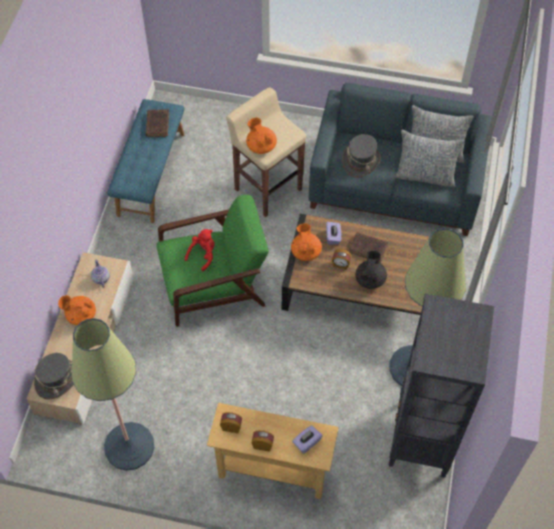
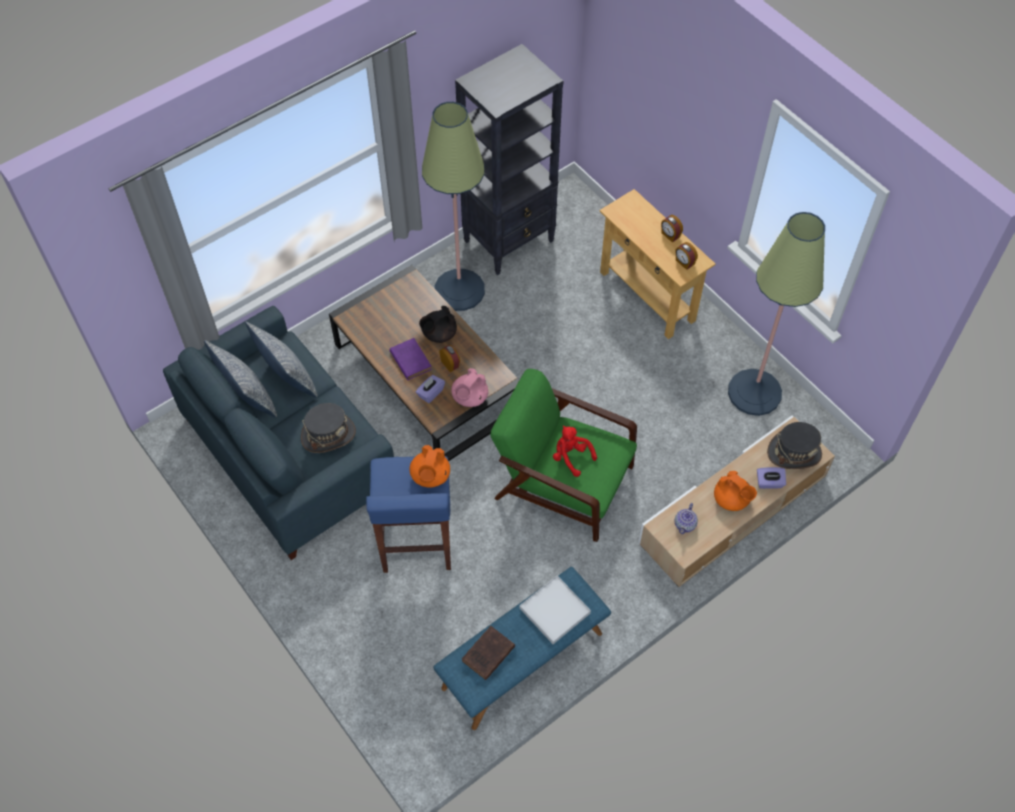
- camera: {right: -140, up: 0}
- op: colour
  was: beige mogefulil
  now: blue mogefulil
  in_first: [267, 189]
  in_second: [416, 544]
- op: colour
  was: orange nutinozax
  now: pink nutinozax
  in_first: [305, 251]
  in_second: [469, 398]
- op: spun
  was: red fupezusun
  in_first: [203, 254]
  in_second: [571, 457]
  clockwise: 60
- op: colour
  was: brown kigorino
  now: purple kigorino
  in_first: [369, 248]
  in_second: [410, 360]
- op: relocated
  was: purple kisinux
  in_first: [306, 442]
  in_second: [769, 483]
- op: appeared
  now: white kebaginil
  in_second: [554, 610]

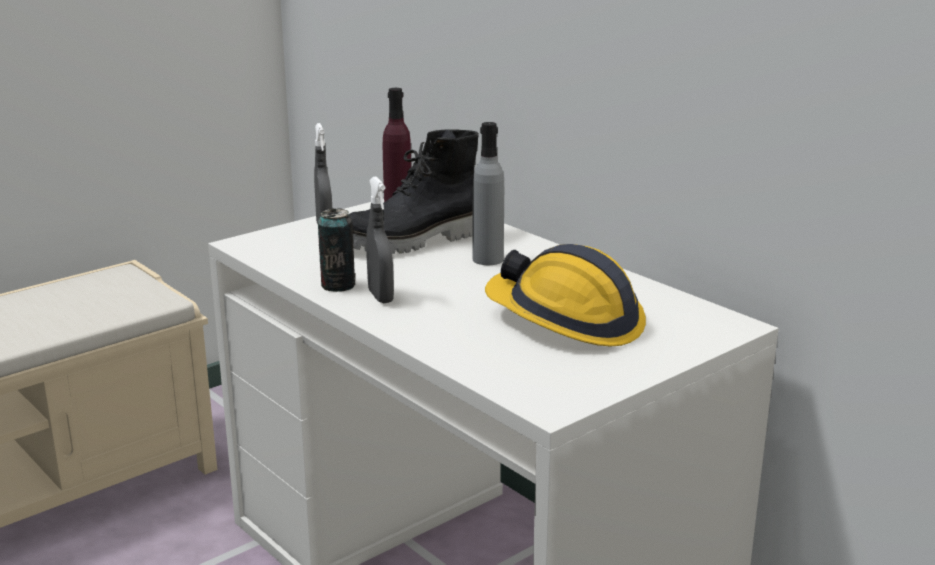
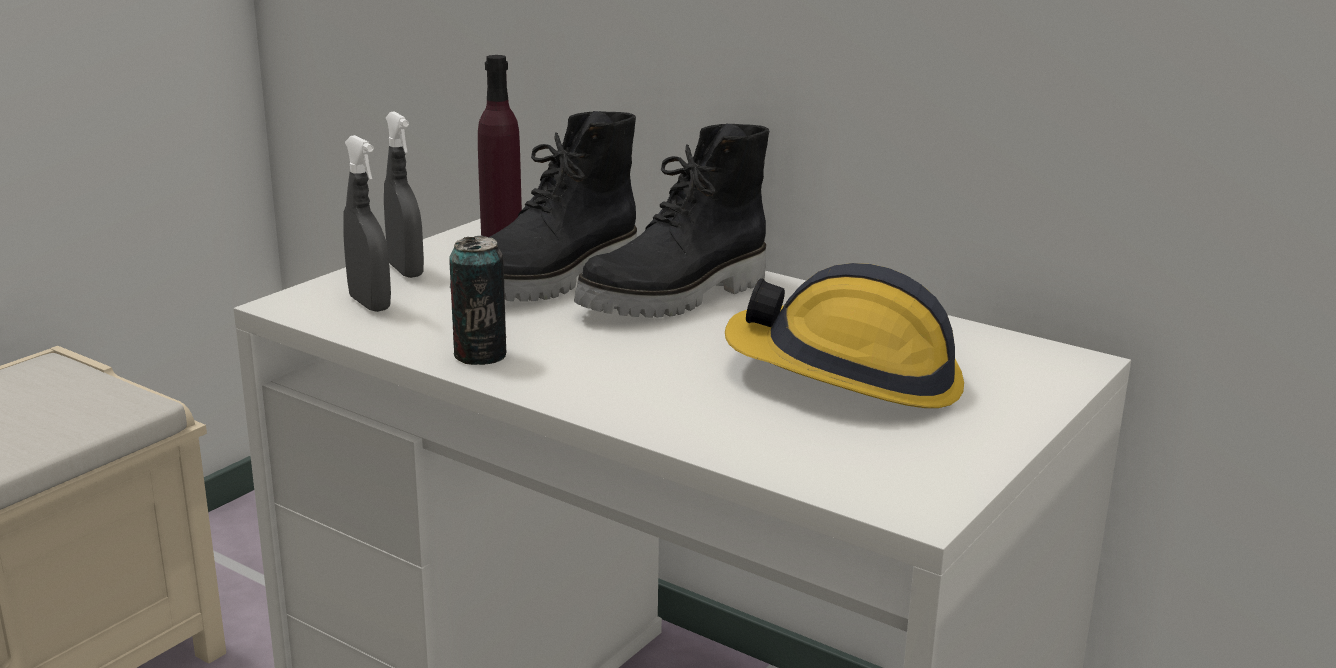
- camera: {right: -15, up: 0}
- op: exchanged
  was: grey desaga
  now: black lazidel
  in_first: [488, 259]
  in_second: [676, 298]
- op: relocated
  was: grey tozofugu
  in_first: [380, 296]
  in_second: [370, 304]

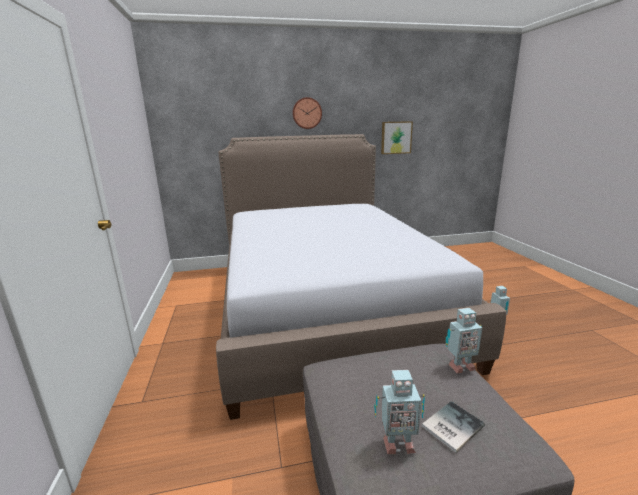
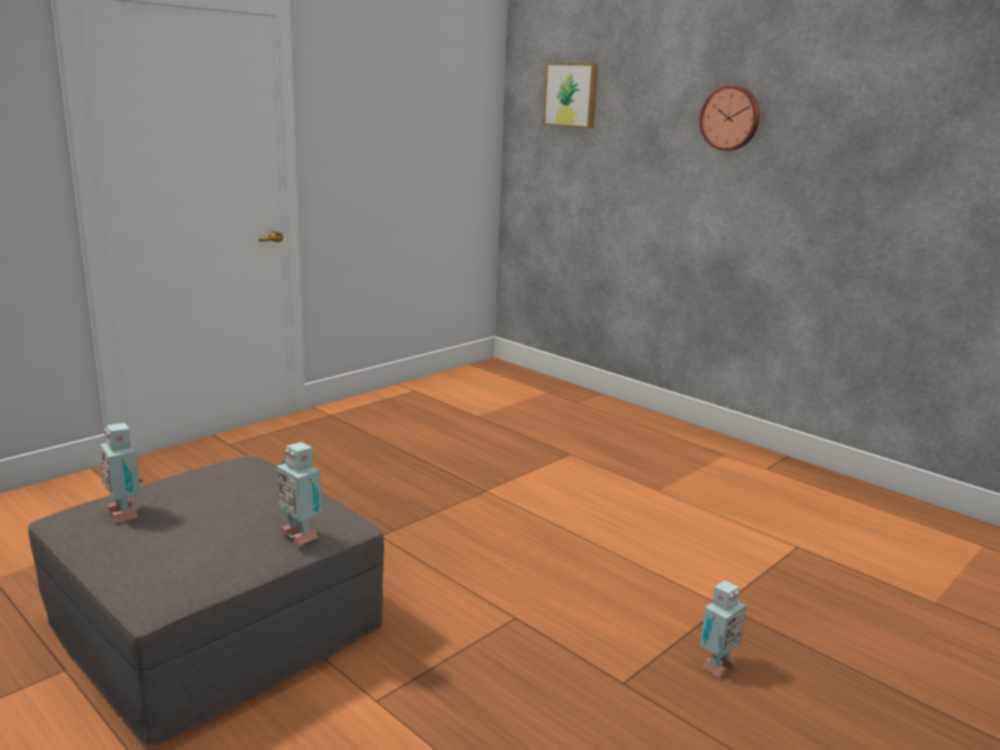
- camera: {right: 55, up: 0}
- op: relocated
  was: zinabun
  in_first: [396, 137]
  in_second: [572, 95]
- op: missing
  was: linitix
  in_first: [326, 305]
- op: missing
  was: kigorino
  in_first: [450, 426]

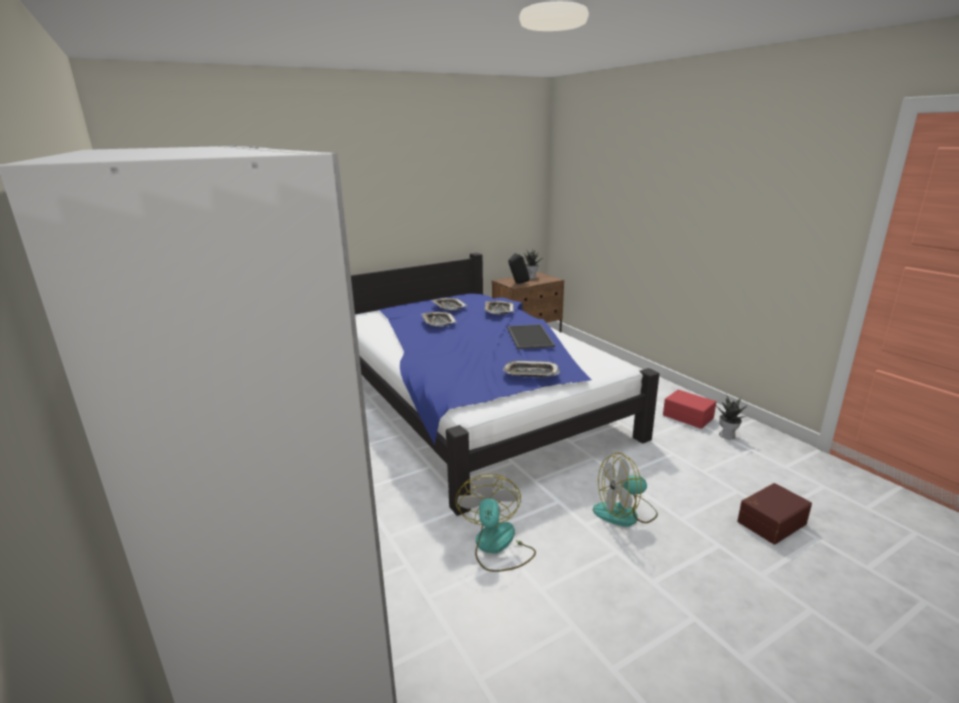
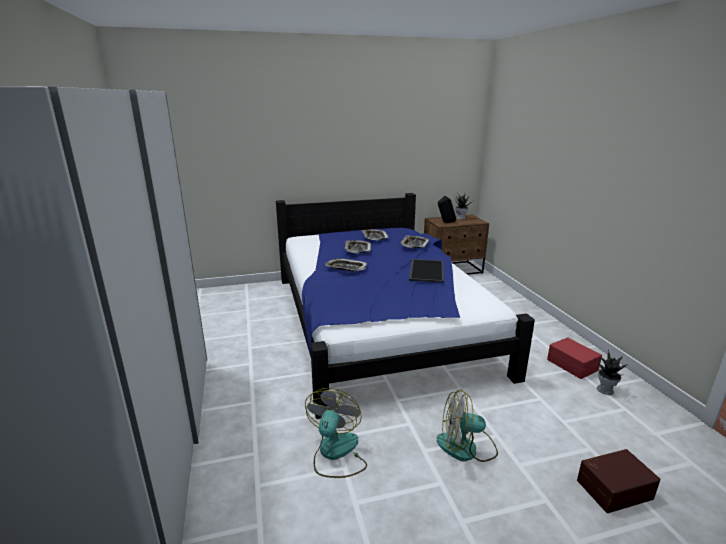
- camera: {right: 15, up: 0}
- op: relocated
  was: kebaginil
  in_first: [530, 373]
  in_second: [346, 268]

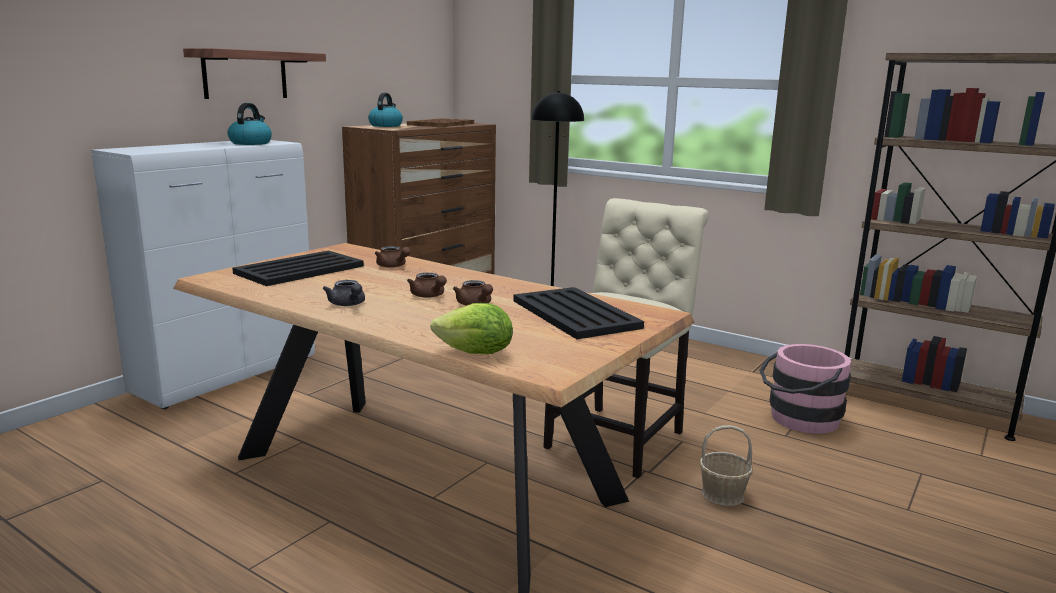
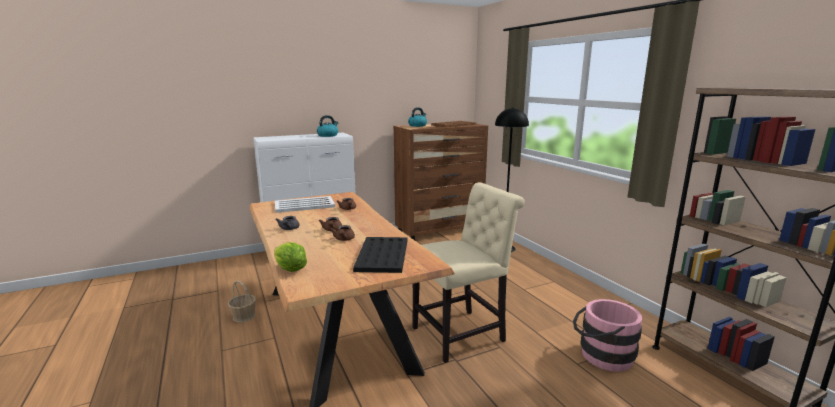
- camera: {right: 30, up: 0}
- op: missing
  was: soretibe
  in_first: [245, 74]
- op: colour
  was: black kebaginil
  now: white kebaginil
  in_first: [298, 270]
  in_second: [304, 205]
- op: relocated
  was: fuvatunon
  in_first: [723, 494]
  in_second: [244, 316]

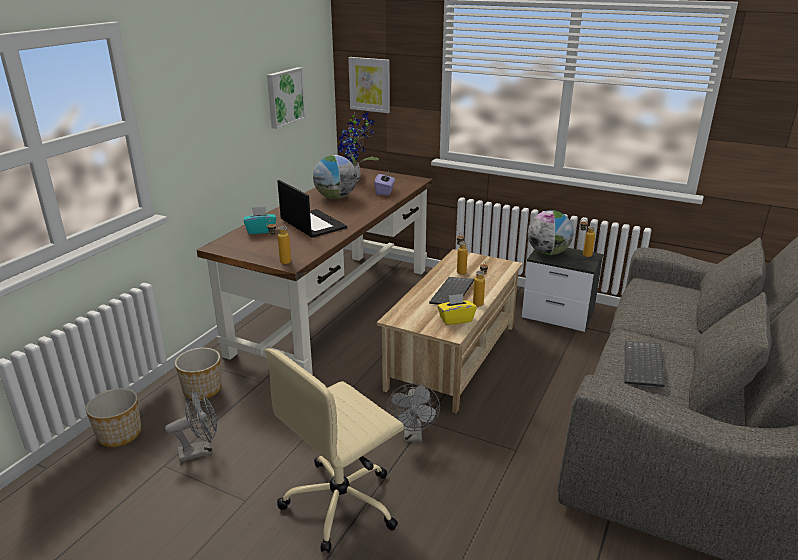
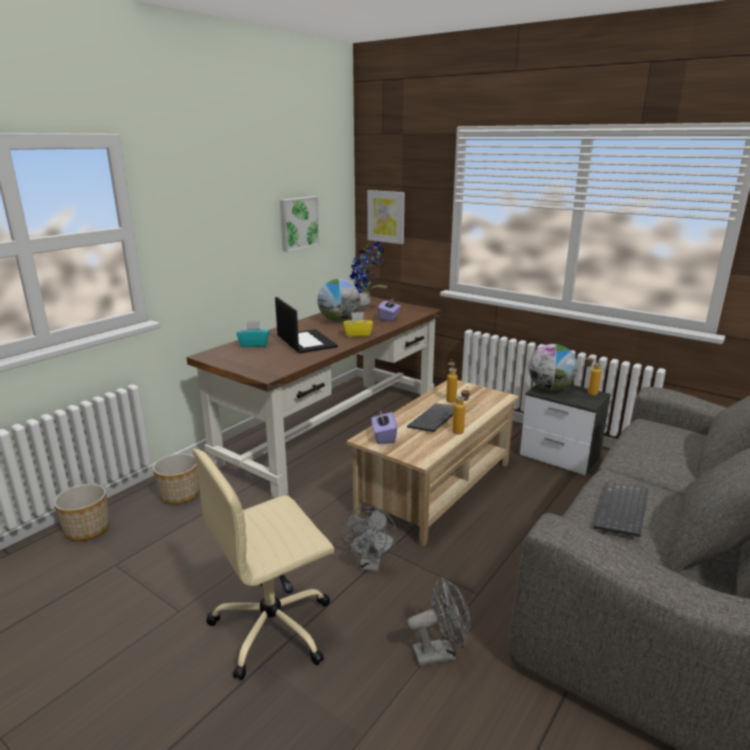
- camera: {right: 10, up: -5}
- op: missing
  was: desaga
  in_first: [280, 262]
- op: relocated
  was: yellow kisinux
  in_first: [456, 319]
  in_second: [357, 334]
- op: relocated
  was: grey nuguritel
  in_first: [200, 451]
  in_second: [440, 653]
- op: appeared
  now: purple kisinux
  in_second: [383, 437]

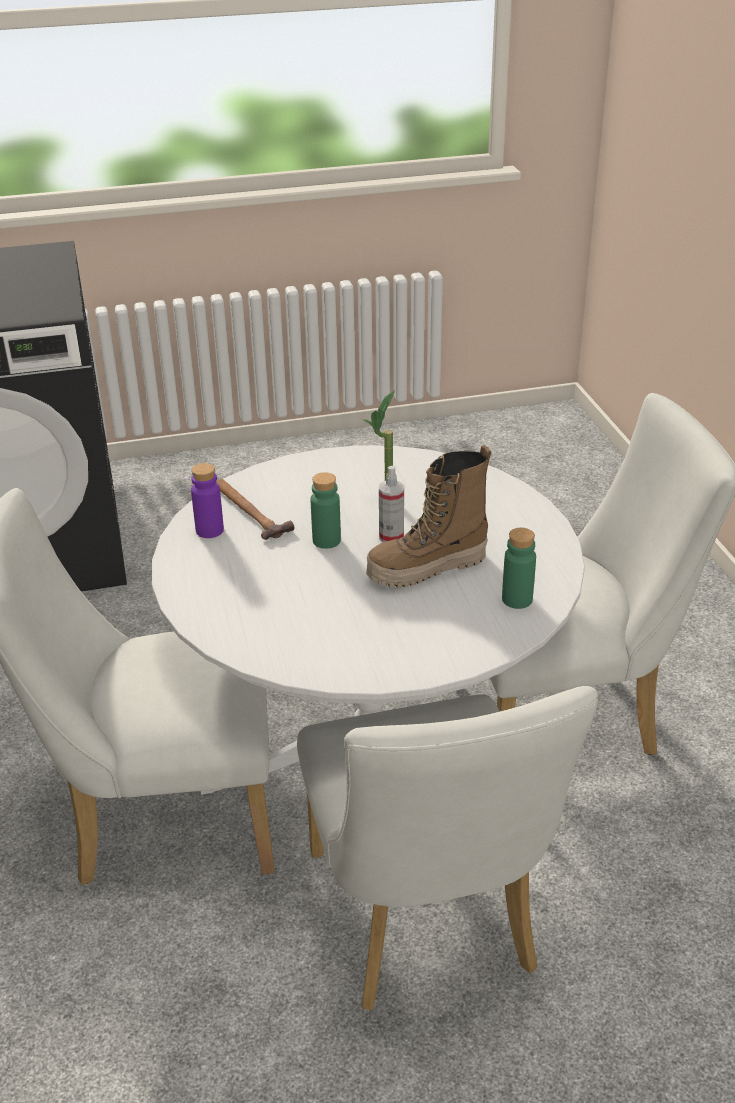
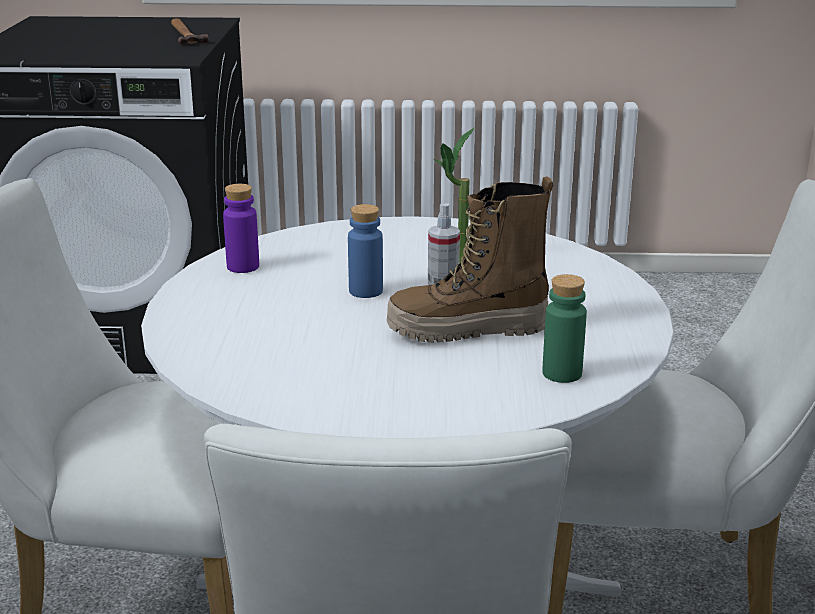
- camera: {right: 15, up: -10}
- op: colour
  was: green desaga
  now: blue desaga
  in_first: [326, 540]
  in_second: [365, 291]
- op: relocated
  was: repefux
  in_first: [249, 511]
  in_second: [185, 35]

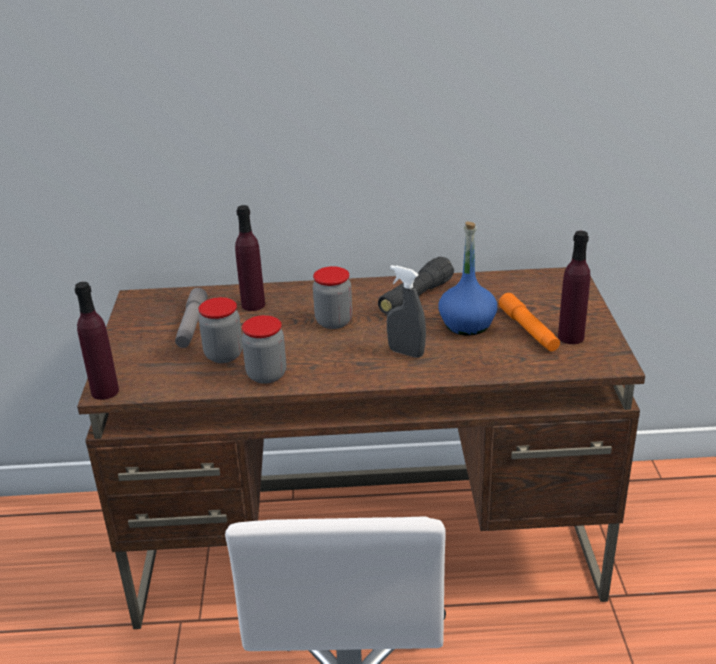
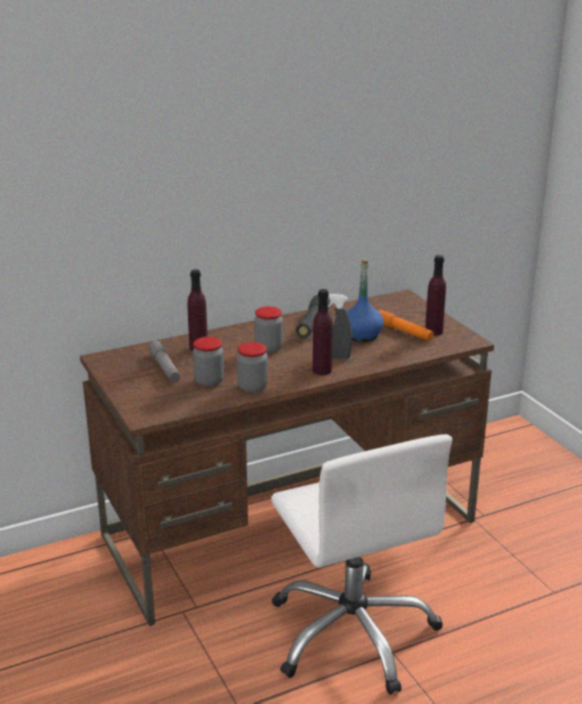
- camera: {right: -25, up: -5}
- op: relocated
  was: purple desaga
  in_first: [105, 391]
  in_second: [322, 370]

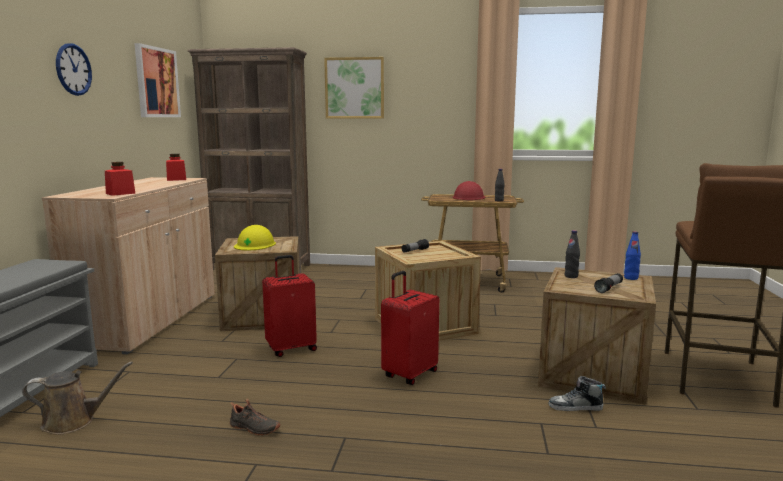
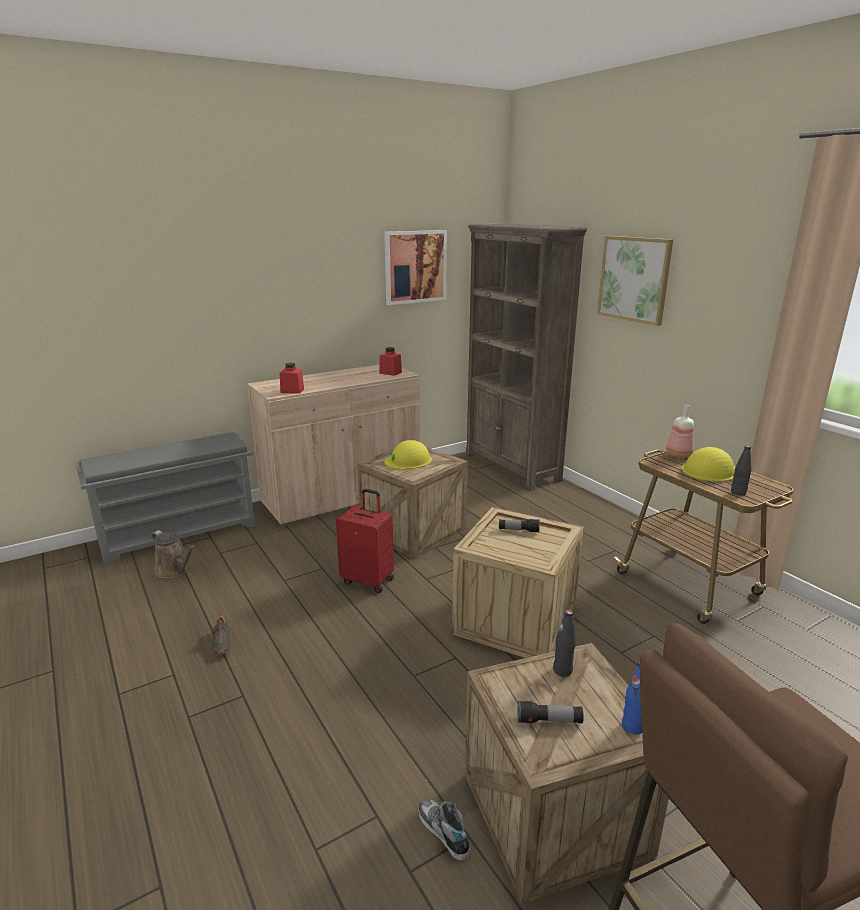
- camera: {right: 50, up: 10}
- op: missing
  was: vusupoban
  in_first: [73, 69]
- op: colour
  was: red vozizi
  now: yellow vozizi
  in_first: [469, 197]
  in_second: [710, 471]
- op: missing
  was: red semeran
  in_first: [409, 374]
- op: appeared
  now: desaga
  in_second: [679, 455]

